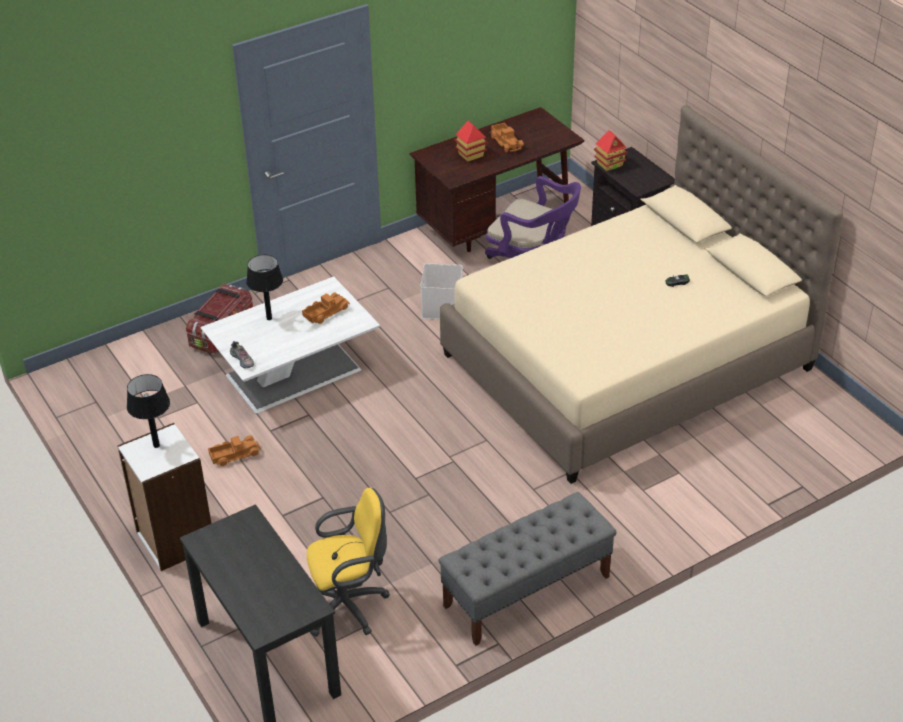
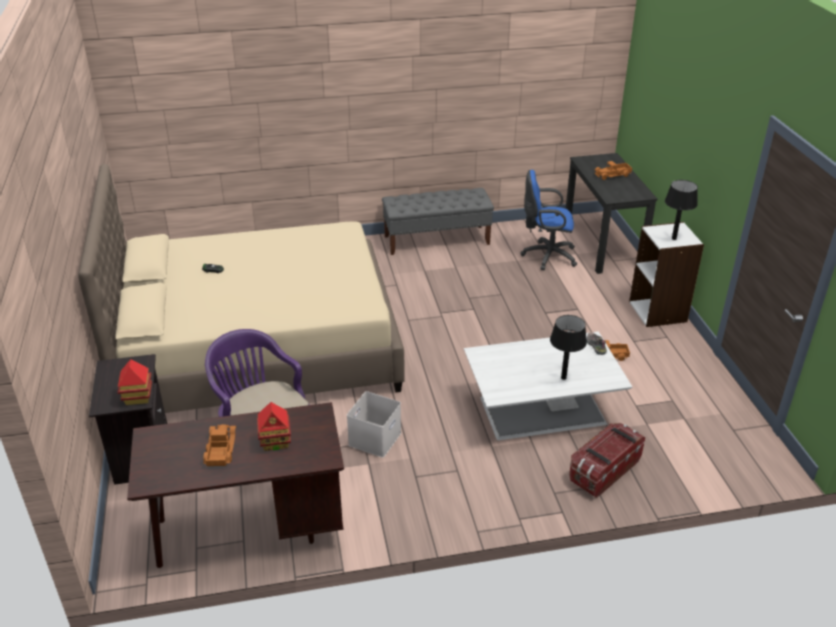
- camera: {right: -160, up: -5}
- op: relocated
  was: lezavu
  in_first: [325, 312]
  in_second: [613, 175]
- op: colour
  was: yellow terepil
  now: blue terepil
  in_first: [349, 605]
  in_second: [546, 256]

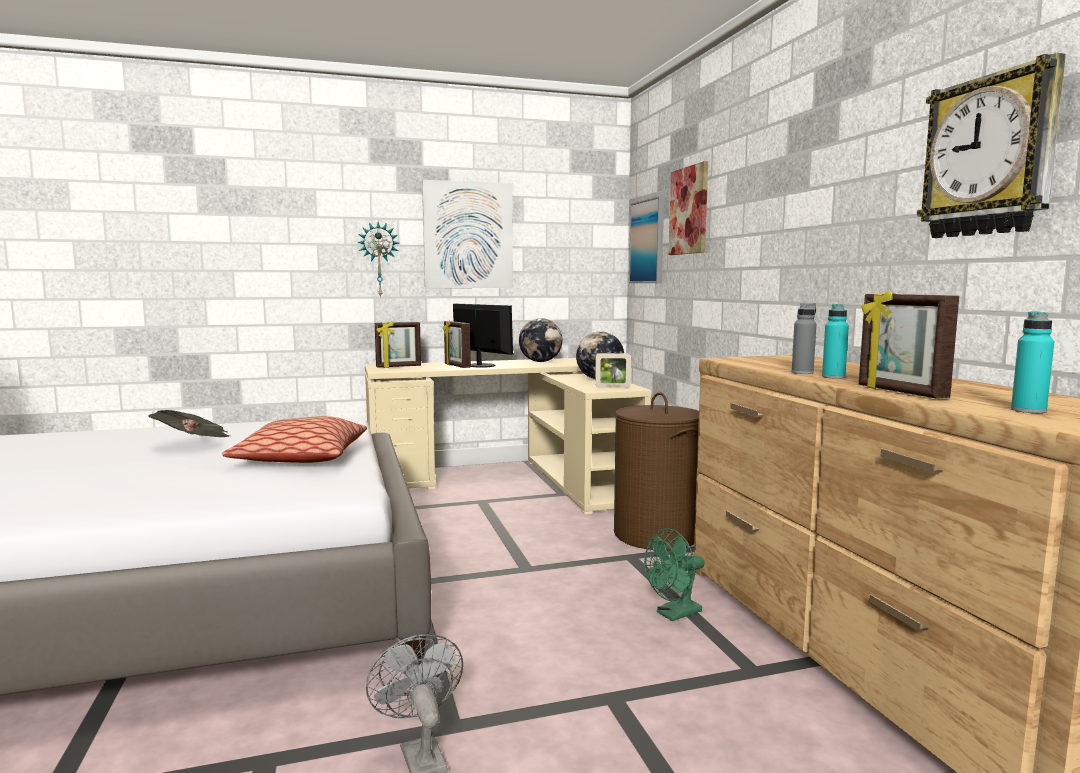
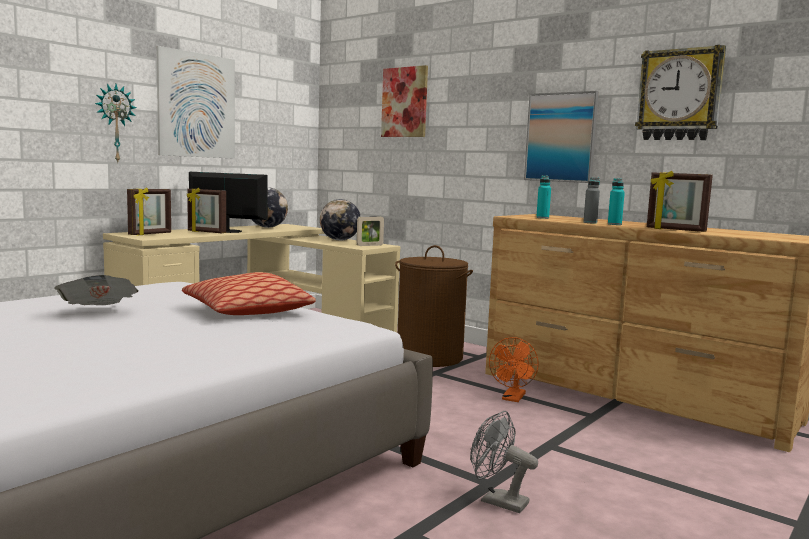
- camera: {right: -35, up: 0}
- op: relocated
  was: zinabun
  in_first: [648, 242]
  in_second: [561, 137]
- op: relocated
  was: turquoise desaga
  in_first: [1028, 410]
  in_second: [542, 218]
- op: colour
  was: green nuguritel
  now: orange nuguritel
  in_first: [674, 614]
  in_second: [513, 398]

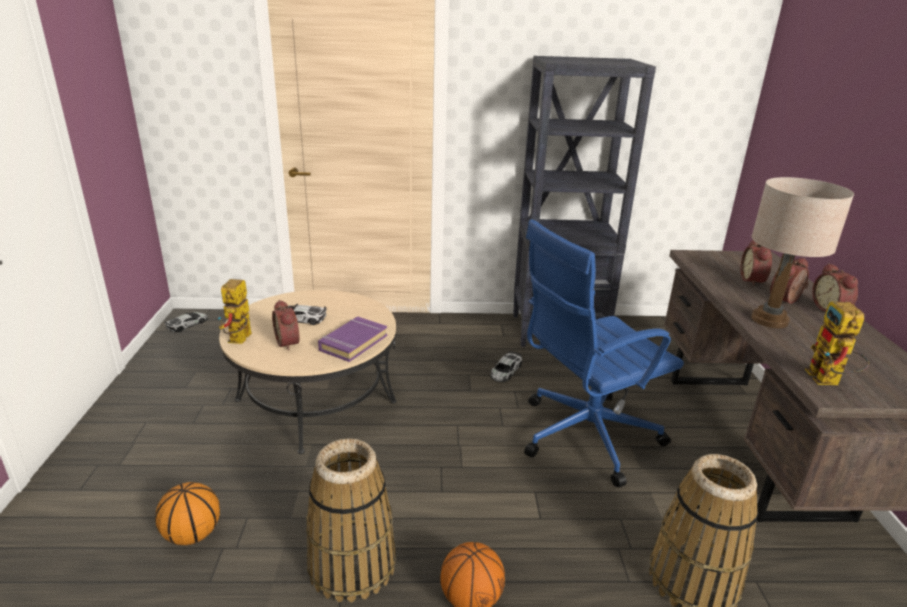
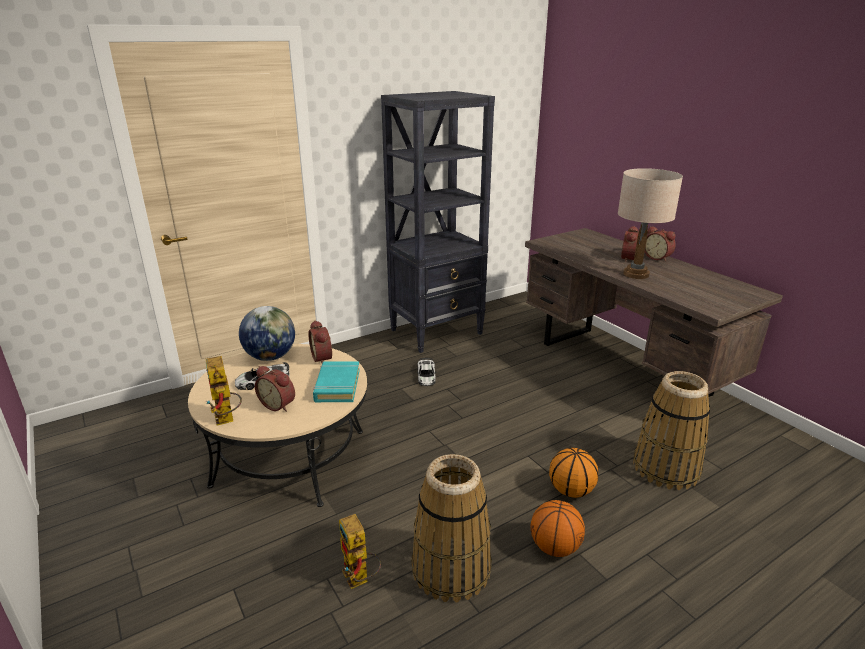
- camera: {right: -30, up: 0}
- op: missing
  was: blue terepil
  in_first: [584, 436]
- op: relocated
  was: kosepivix
  in_first: [753, 280]
  in_second: [323, 358]
- op: relocated
  was: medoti
  in_first: [828, 381]
  in_second: [360, 579]
- op: missing
  was: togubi
  in_first: [187, 324]
- op: colour
  was: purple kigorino
  now: turquoise kigorino
  in_first: [353, 343]
  in_second: [337, 386]
- op: relocated
  was: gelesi
  in_first: [192, 534]
  in_second: [570, 490]
- op: appeared
  now: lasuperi
  in_second: [270, 357]

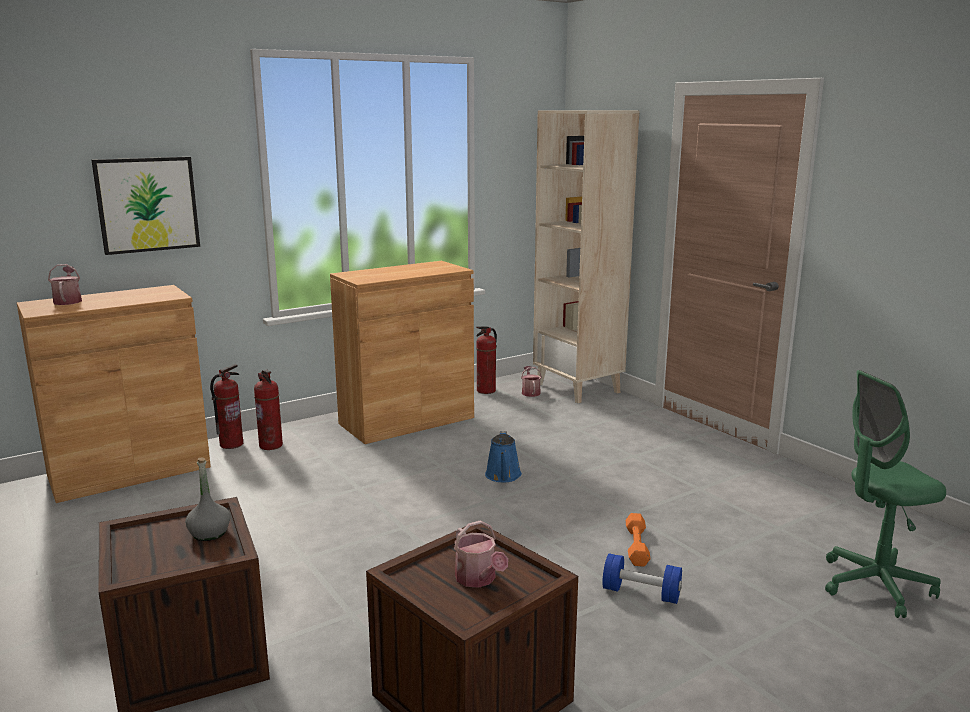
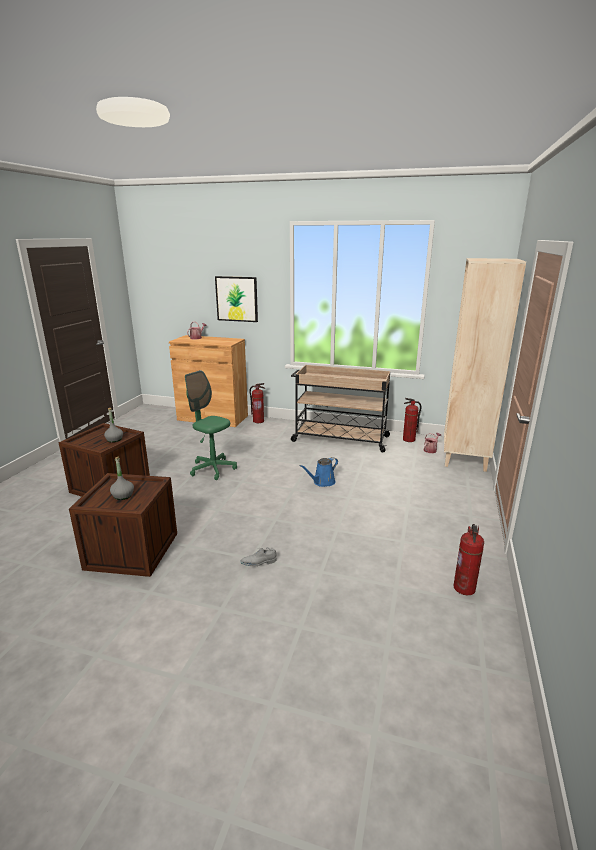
- camera: {right: 50, up: 5}
- op: exchanged
  was: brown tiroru
  now: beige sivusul
  in_first: [407, 421]
  in_second: [339, 439]
- op: relocated
  was: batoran
  in_first: [271, 445]
  in_second: [464, 588]
- op: relocated
  was: green terepil
  in_first: [875, 586]
  in_second: [213, 469]
- op: missing
  was: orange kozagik
  in_first: [636, 546]
- op: exchanged
  was: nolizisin
  now: grey desaga
  in_first: [478, 579]
  in_second: [123, 495]
- op: exchanged
  was: blue kozagik
  now: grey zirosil
  in_first: [641, 593]
  in_second: [258, 563]

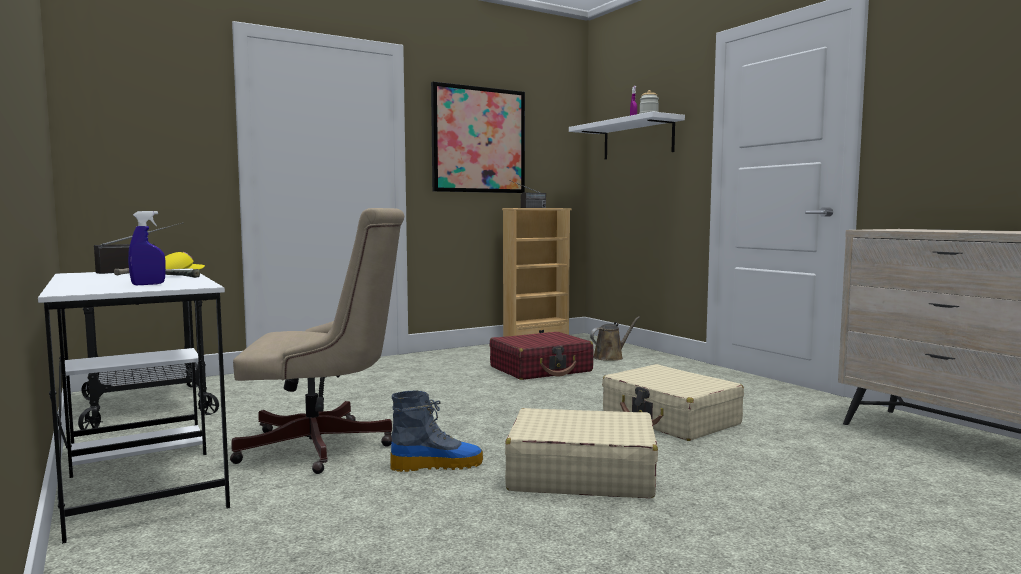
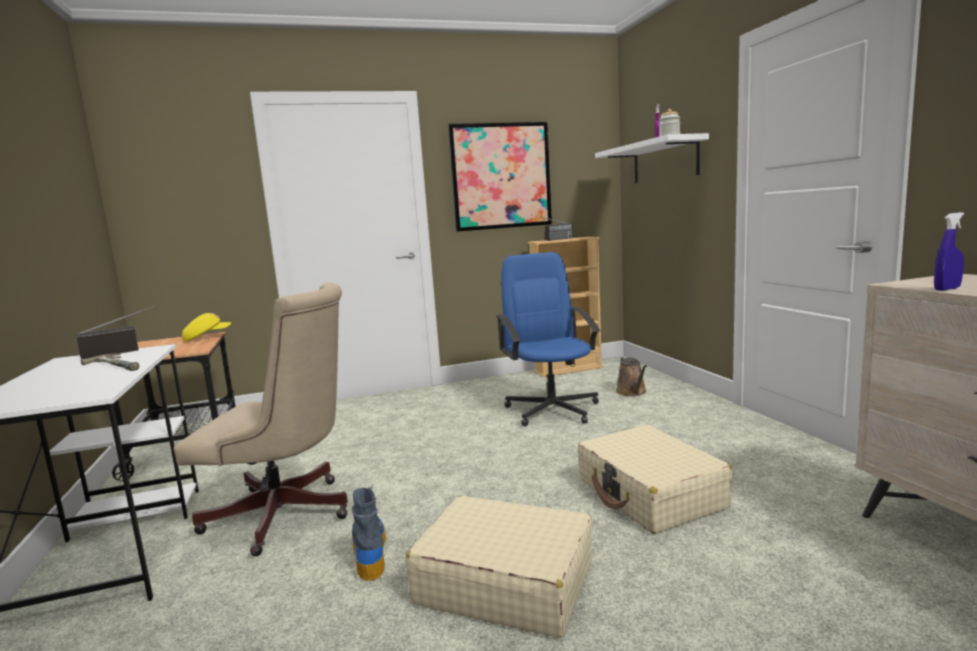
- camera: {right: 15, up: 5}
- op: relocated
  was: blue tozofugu
  in_first: [148, 284]
  in_second: [947, 289]
- op: spun
  was: brown nolizisin
  in_first: [610, 357]
  in_second: [632, 392]
  clockwise: 105
- op: exchanged
  was: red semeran
  now: blue terepil
  in_first: [541, 369]
  in_second: [552, 409]
- op: spun
  was: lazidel
  in_first: [437, 465]
  in_second: [370, 552]
  clockwise: -105

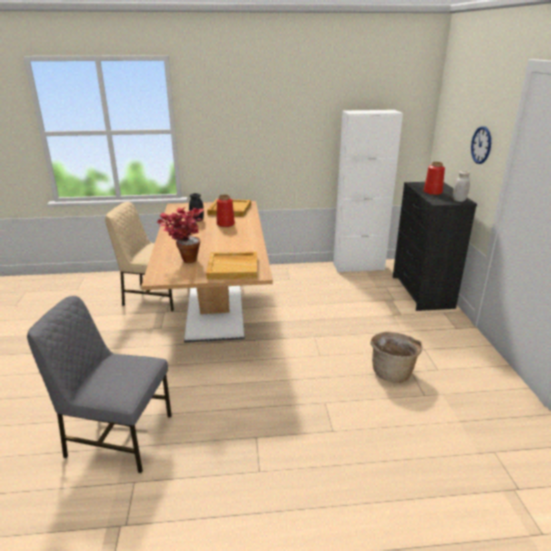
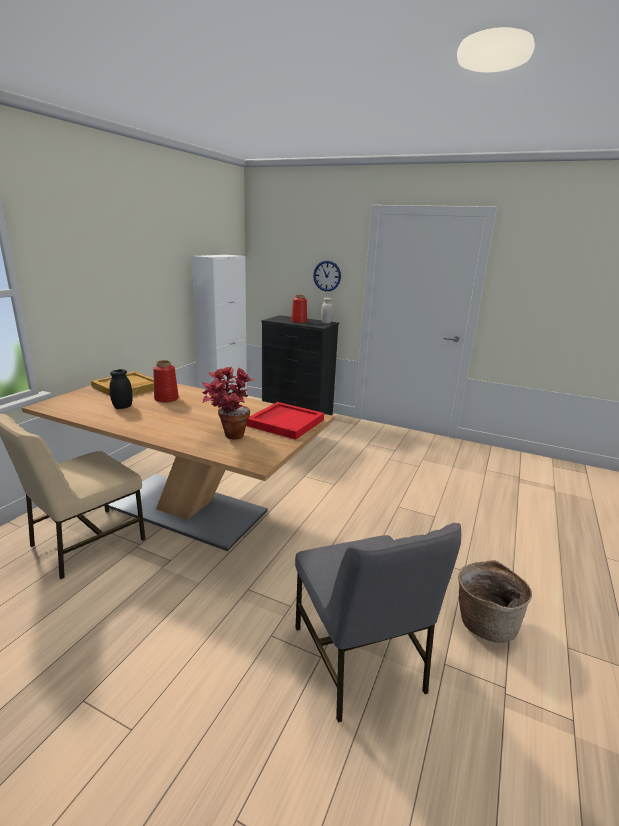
- camera: {right: -60, up: -5}
- op: colour
  was: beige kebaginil
  now: red kebaginil
  in_first: [233, 267]
  in_second: [285, 422]
- op: spun
  was: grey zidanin
  in_first: [117, 436]
  in_second: [360, 659]
  clockwise: -60
- op: relocated
  was: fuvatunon
  in_first: [392, 372]
  in_second: [484, 622]

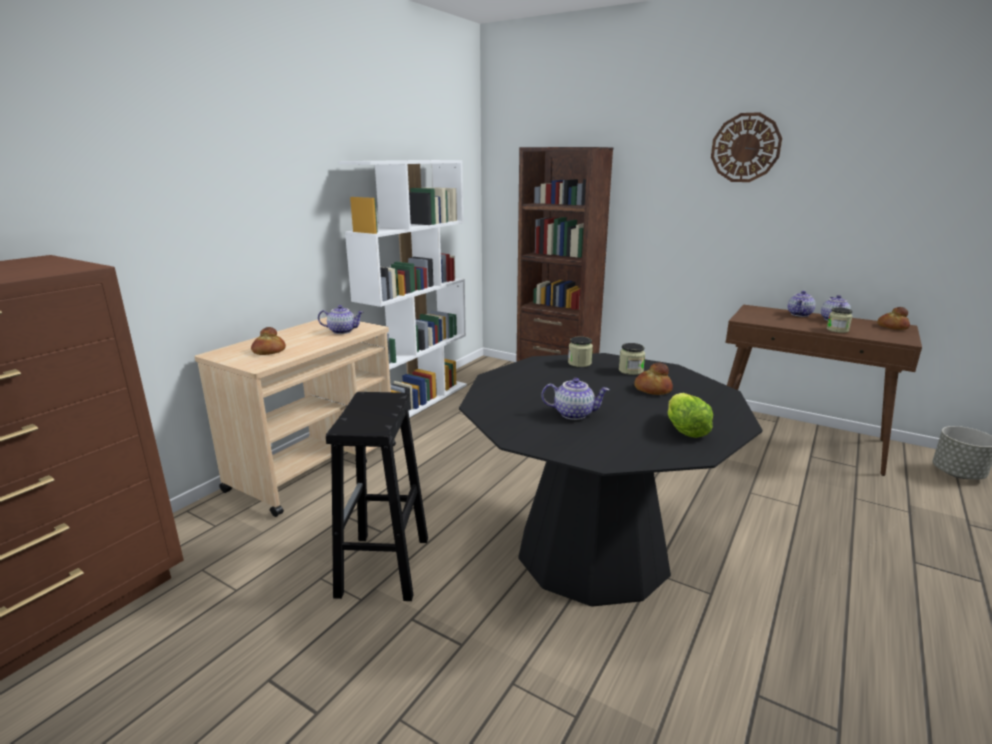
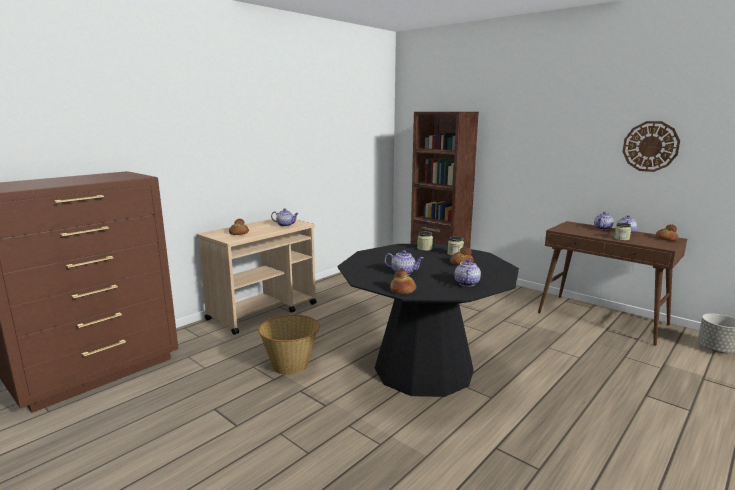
- camera: {right: 10, up: -5}
- op: relocated
  was: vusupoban
  in_first: [745, 148]
  in_second: [650, 146]
- op: missing
  was: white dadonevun
  in_first: [417, 401]
- op: exchanged
  was: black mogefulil
  now: fuvatunon
  in_first: [384, 567]
  in_second: [291, 365]
- op: exchanged
  was: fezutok
  now: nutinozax
  in_first: [684, 429]
  in_second: [466, 283]
- op: appeared
  now: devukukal
  in_second: [403, 290]

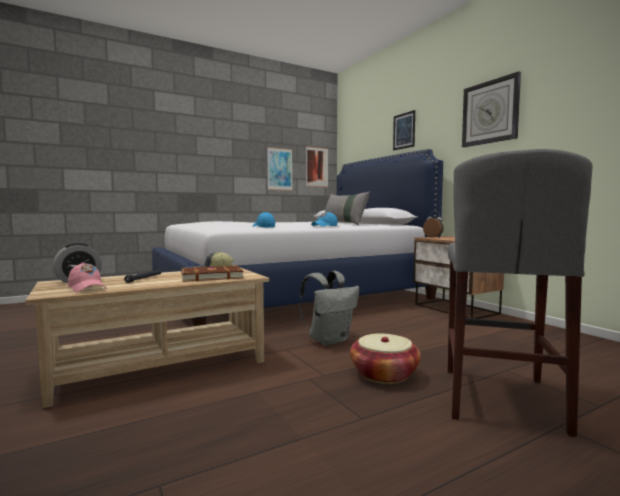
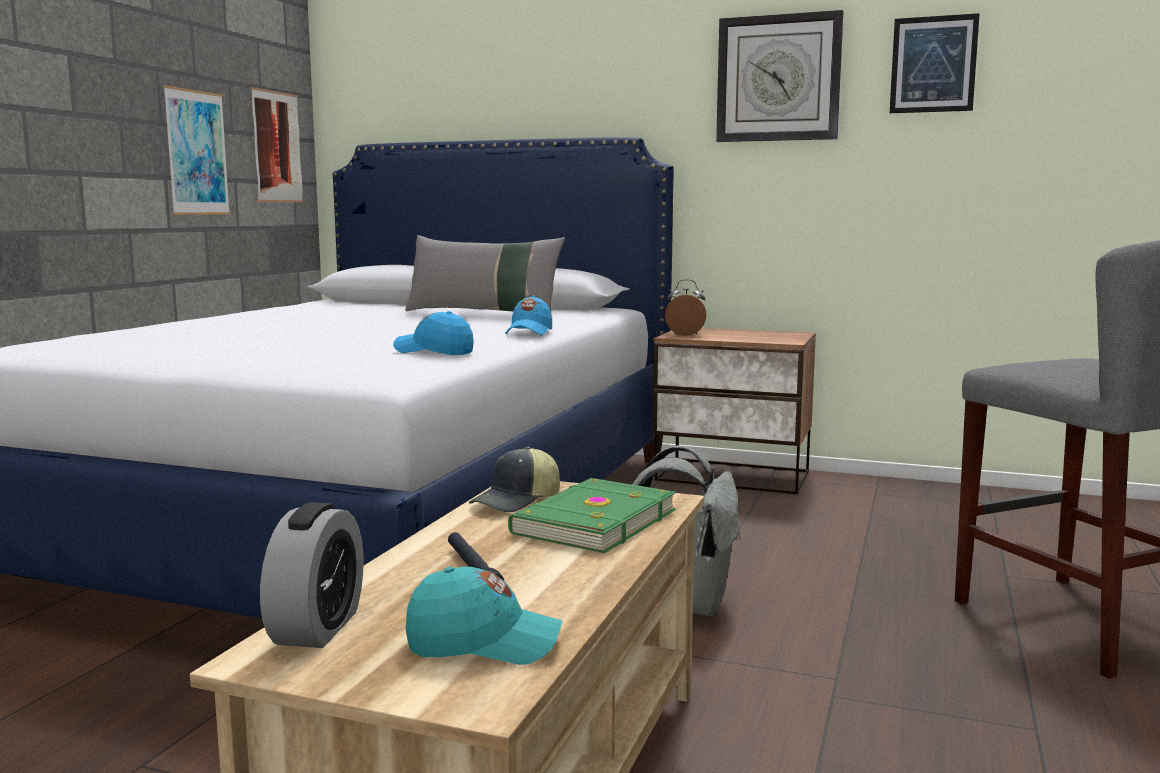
- camera: {right: -40, up: 5}
- op: relocated
  was: zinabun
  in_first: [404, 131]
  in_second: [933, 64]
- op: colour
  was: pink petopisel
  now: turquoise petopisel
  in_first: [87, 288]
  in_second: [484, 644]
- op: colour
  was: brown kigorino
  now: green kigorino
  in_first: [211, 276]
  in_second: [592, 521]
- op: missing
  was: fuvatunon
  in_first: [384, 374]

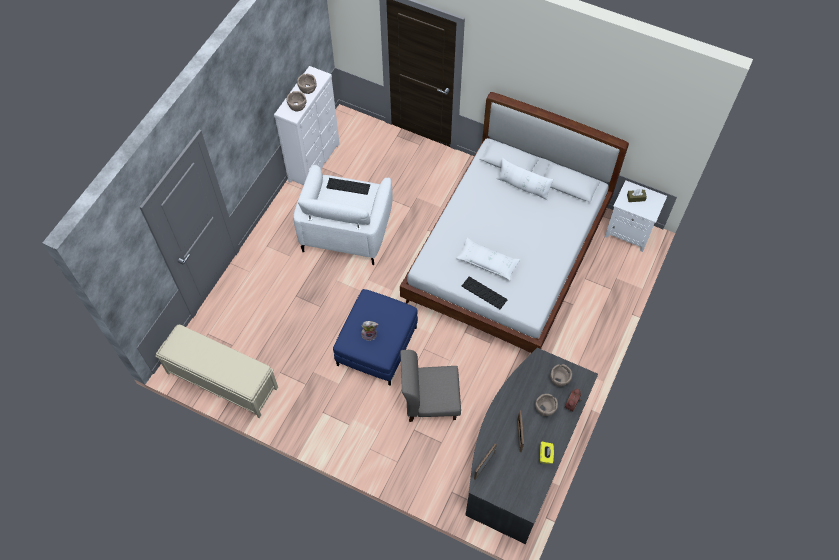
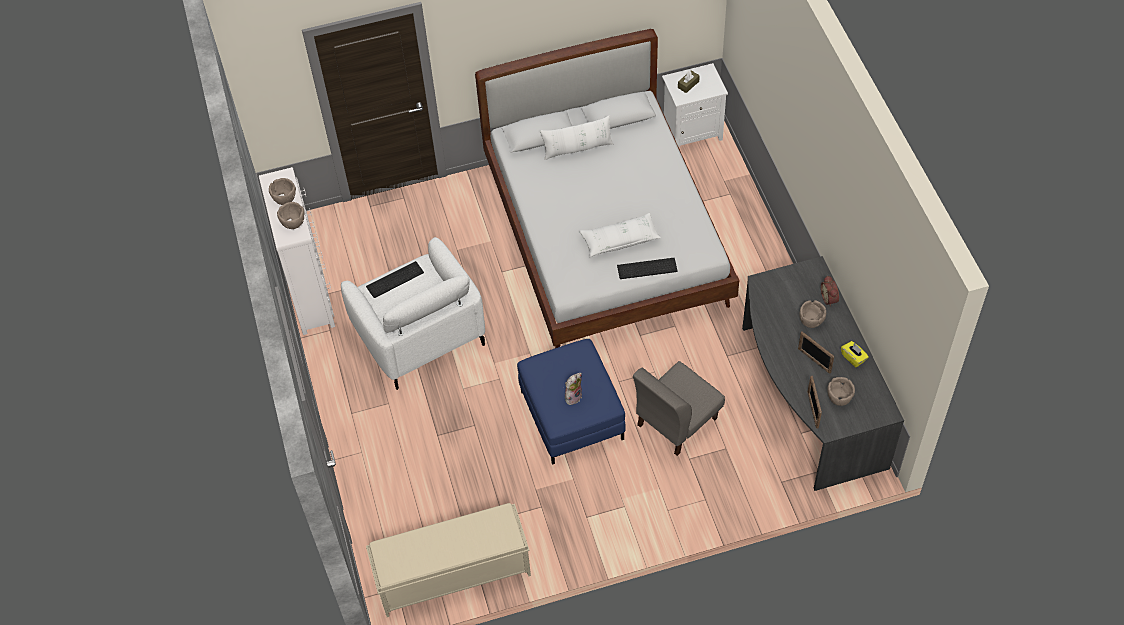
- camera: {right: -40, up: -5}
- op: relocated
  was: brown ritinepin
  in_first: [559, 380]
  in_second: [839, 398]

